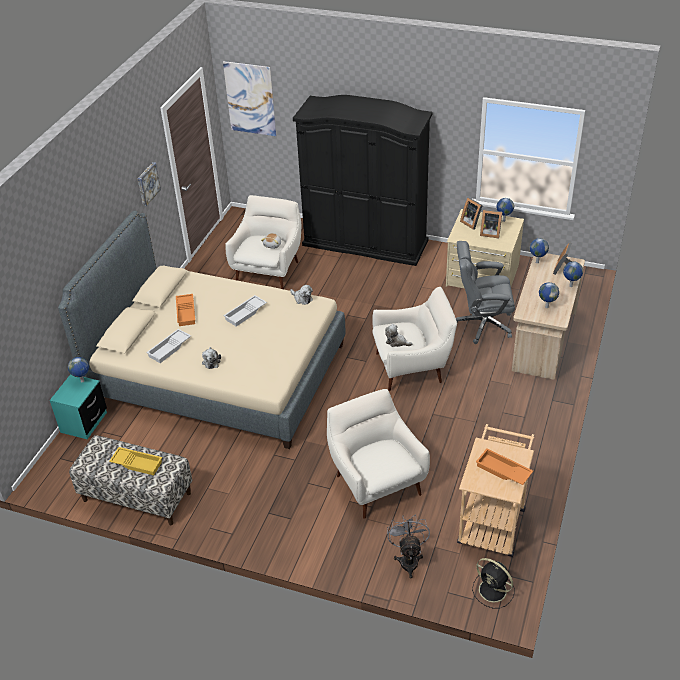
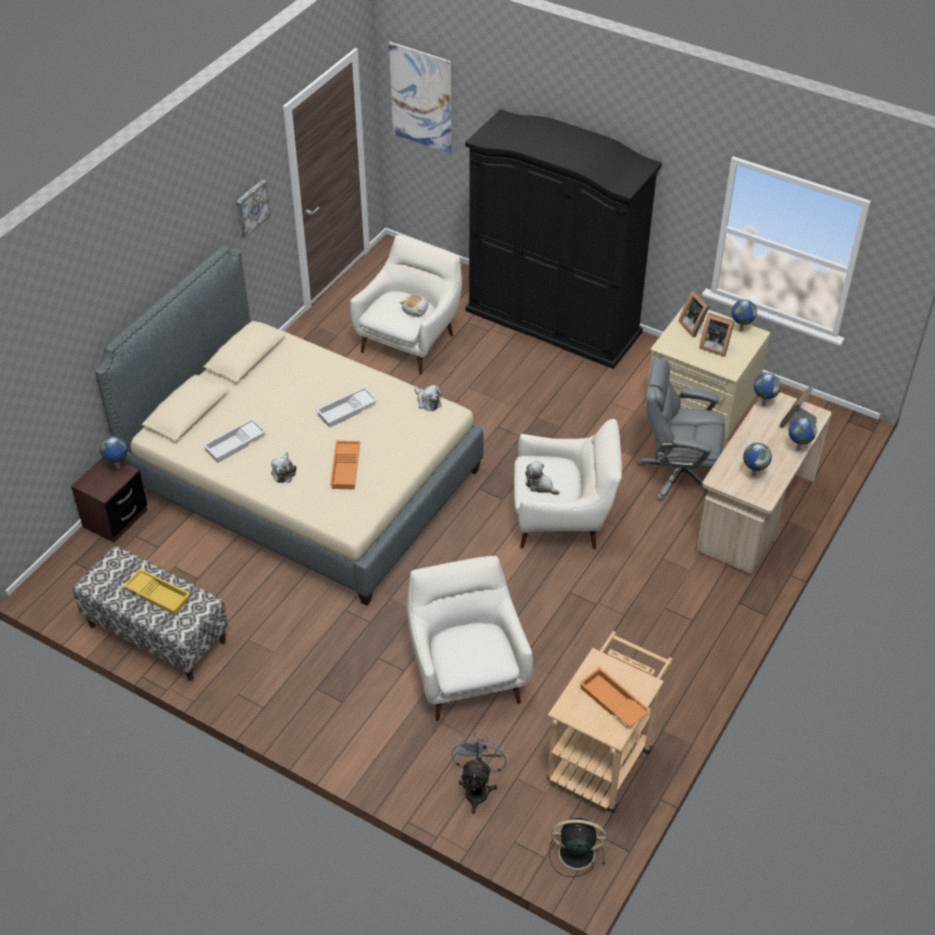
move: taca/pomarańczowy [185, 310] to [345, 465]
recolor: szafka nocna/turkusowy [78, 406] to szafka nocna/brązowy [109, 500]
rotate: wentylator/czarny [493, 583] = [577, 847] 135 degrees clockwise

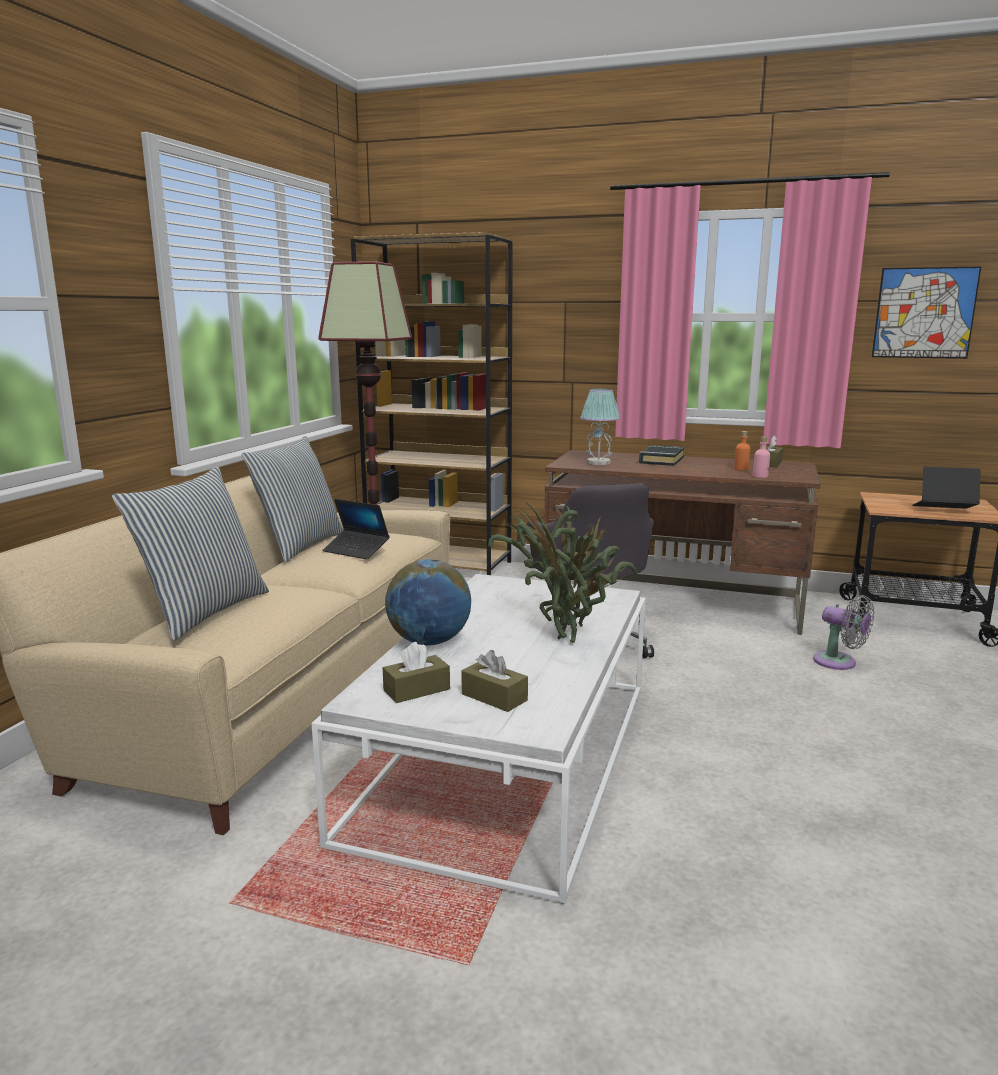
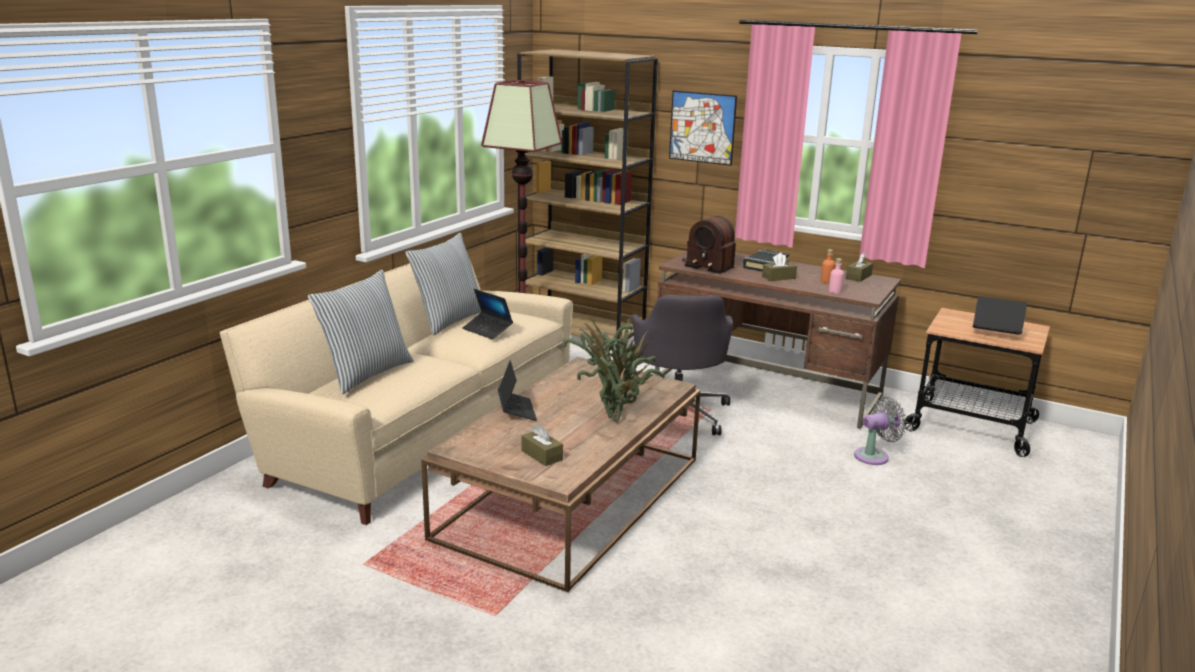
move: obraz [926, 313] to [703, 128]; pudełko chusteczek/brązowy [416, 672] to [779, 267]
replace: globus [428, 602] to laptop [517, 390]; lampa stołowa [600, 427] to radio [709, 245]
recolor: ława/biały [479, 739] to ława/brązowy [561, 475]
rotate: wentylator/szary [844, 632] = [880, 431] 75 degrees counterclockwise

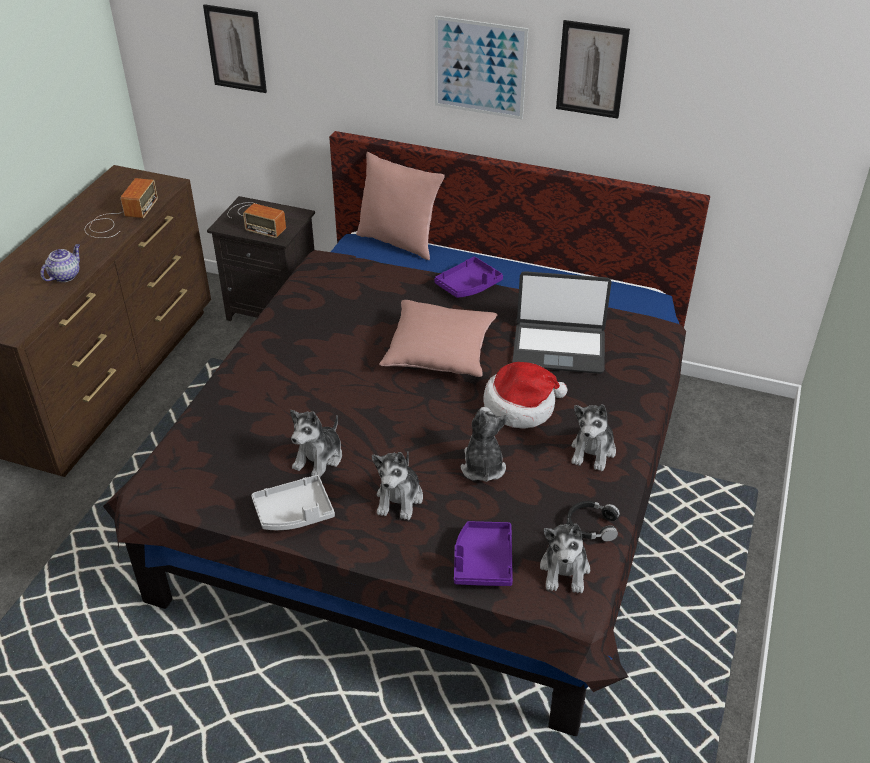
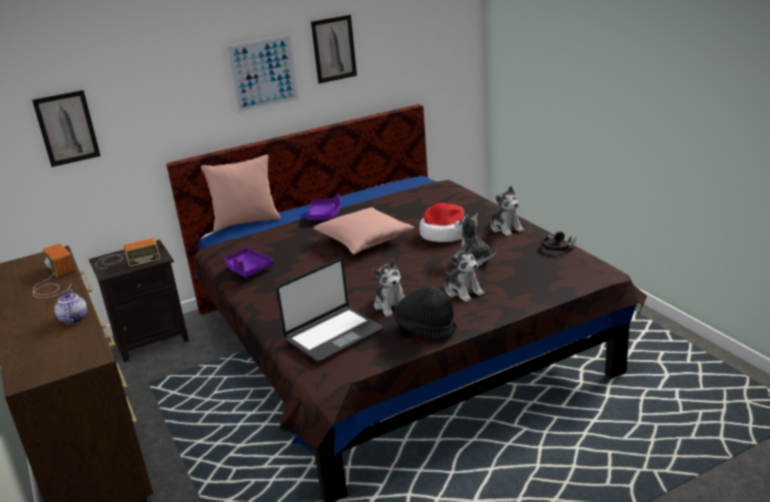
delete: pluszak [565, 555]
move: taca/fioletowy [483, 553] to [249, 263]; laptop [562, 322] to [329, 310]
replace: taca/szary [293, 502] to kapelusz/czarny [425, 312]

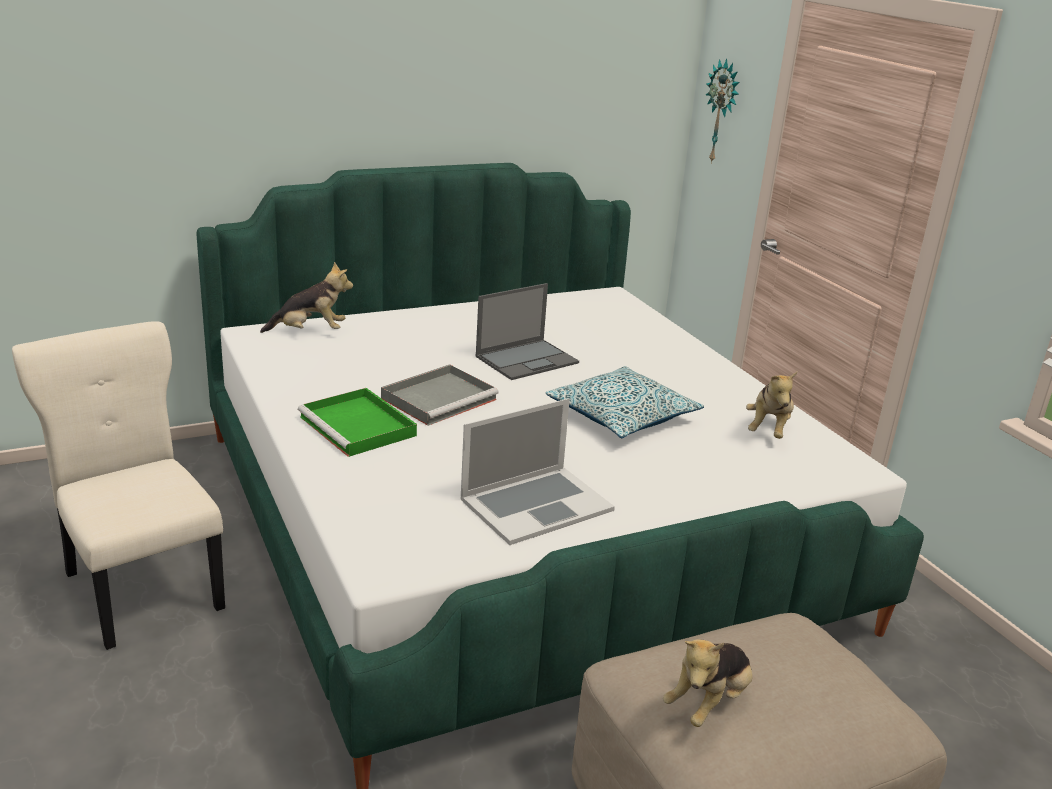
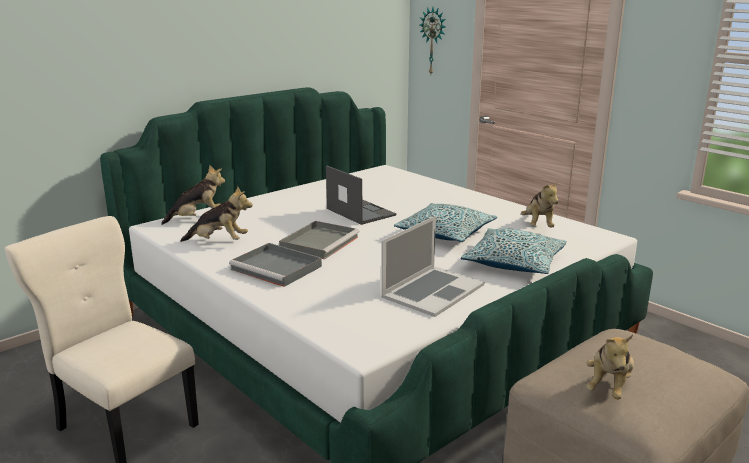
insert: pluszak [216, 214]; poduszka [514, 251]
recolor: taca/zielony [357, 422] to taca/szary [275, 265]
rotate: laptop [527, 331] = [361, 195] 75 degrees counterclockwise

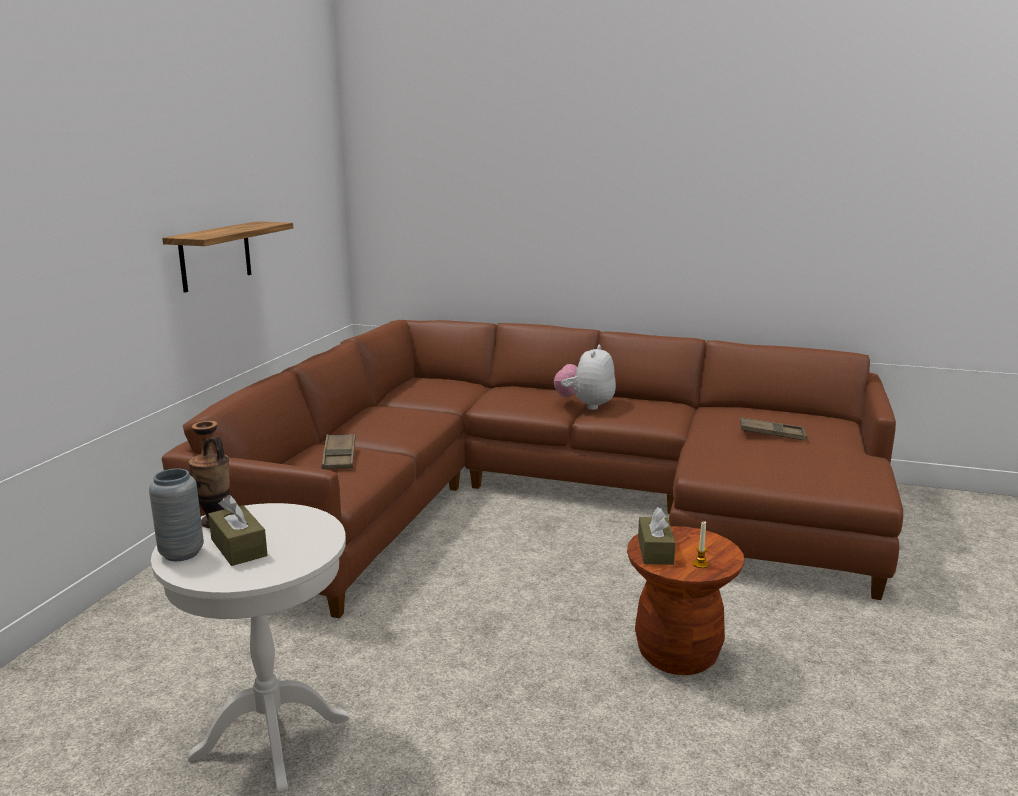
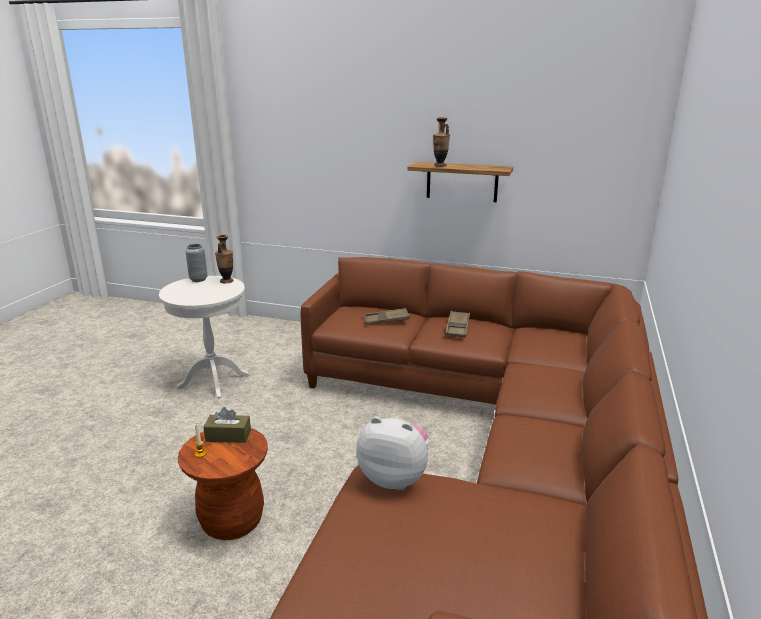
delete: pudełko chusteczek/brązowy [238, 530]
insert: wazon [441, 142]
move: pluszak [585, 377] to [393, 453]; taca/brązowy [773, 428] to [457, 324]

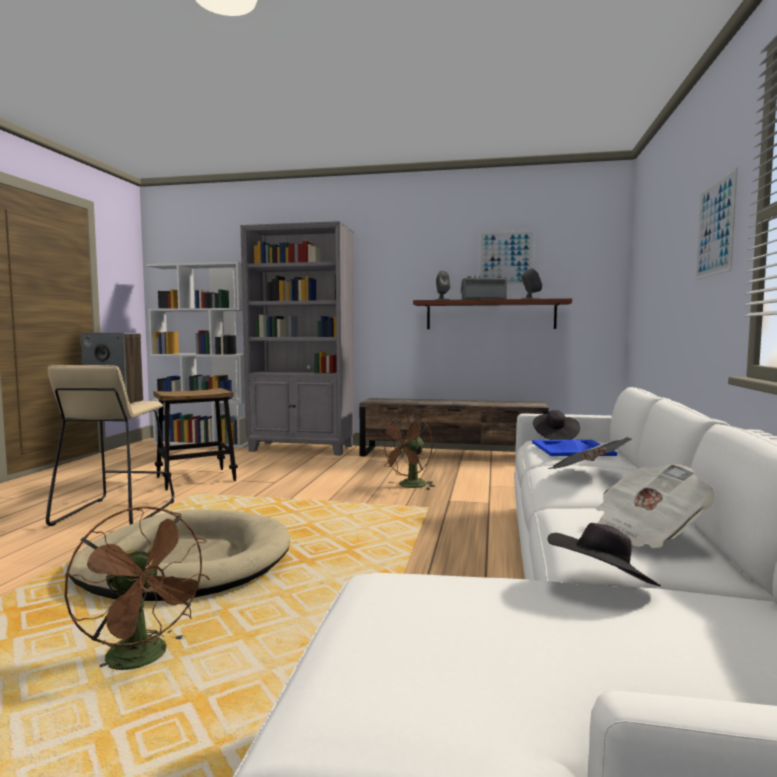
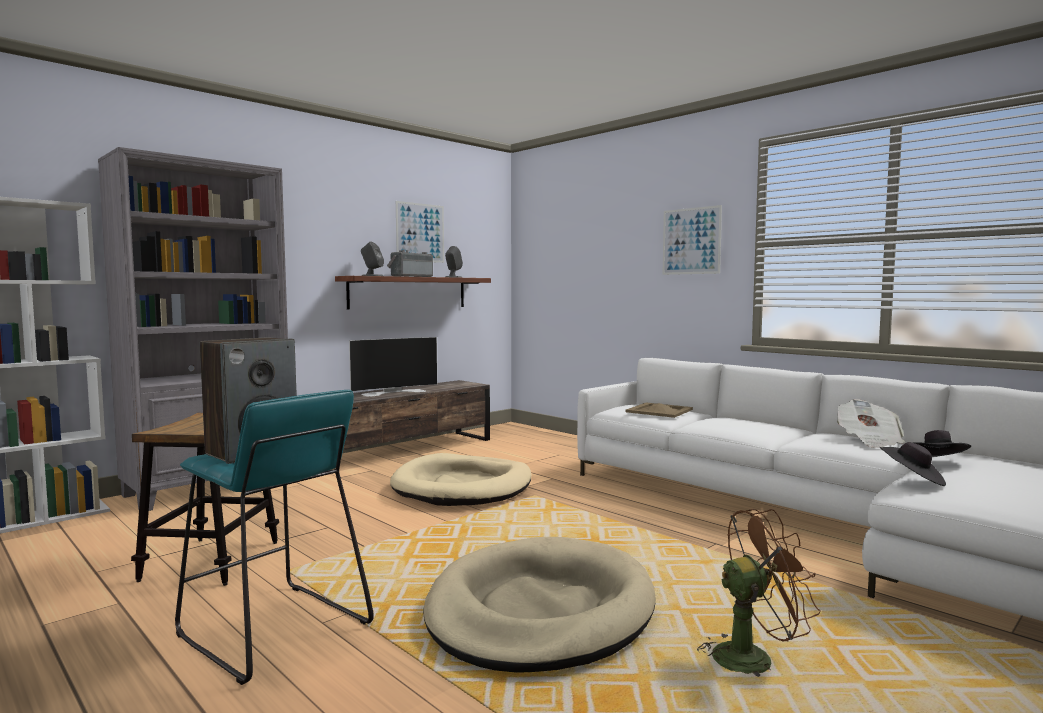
delete: gazeta [589, 453]
insert: telewizor [393, 367]
move: kapelusz/czarny [556, 425] to [913, 464]
replace: wentylator/brązowy [406, 452] to legowisko/beżowy [461, 479]
recolor: stołek/beżowy [110, 445] to stołek/turkusowy [274, 537]; taca/niebieski [574, 447] to taca/beżowy [659, 410]

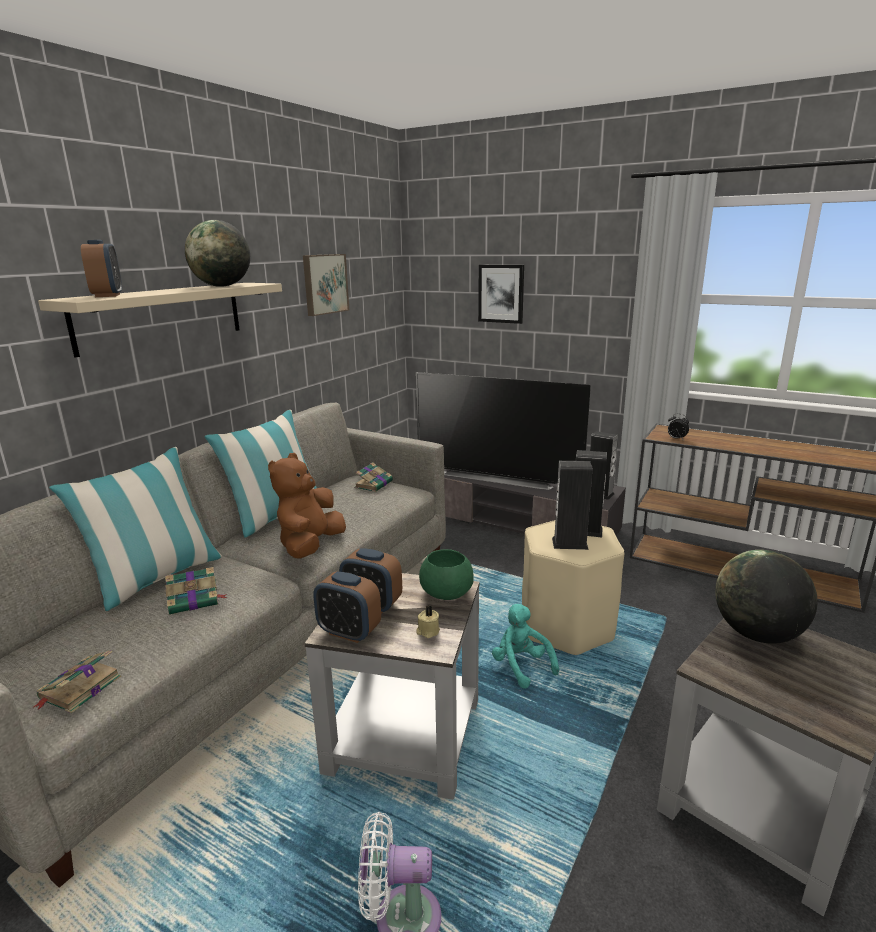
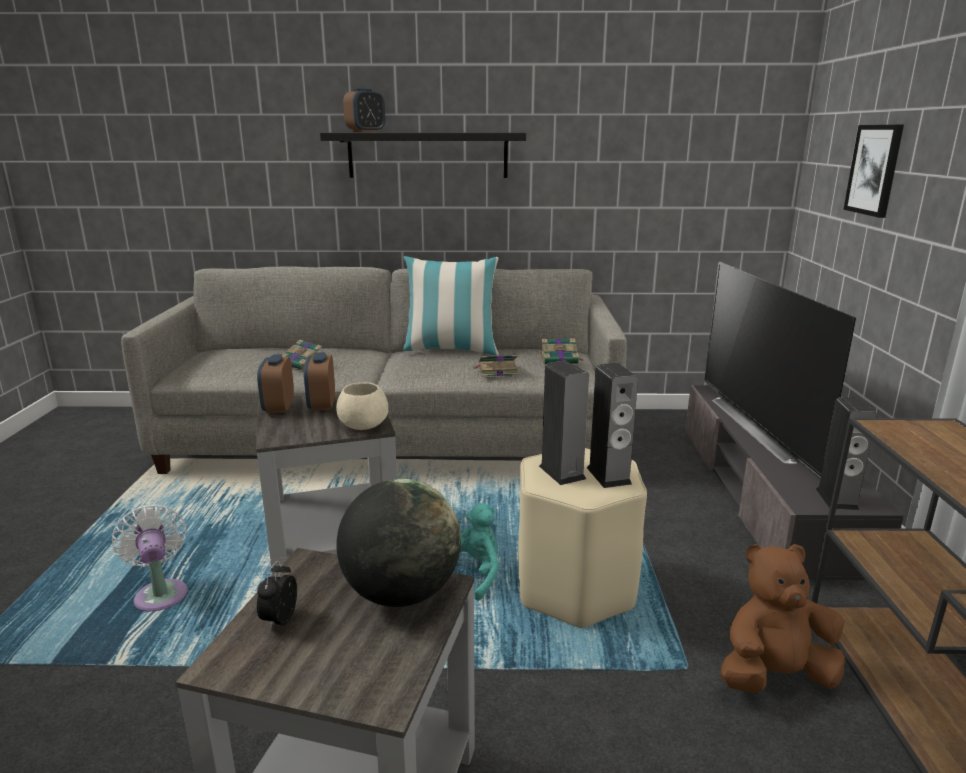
delete: poduszka [135, 529]; globus [217, 253]; obraz [326, 285]; świeca/beżowy [428, 621]
move: budzik [678, 427] to [277, 596]; książka [76, 681] to [495, 366]; pluszak/brązowy [307, 505] to [783, 618]
recolor: półka/beżowy [160, 320] to półka/czarny [423, 155]; miska/zielony [446, 574] to miska/beżowy [362, 406]

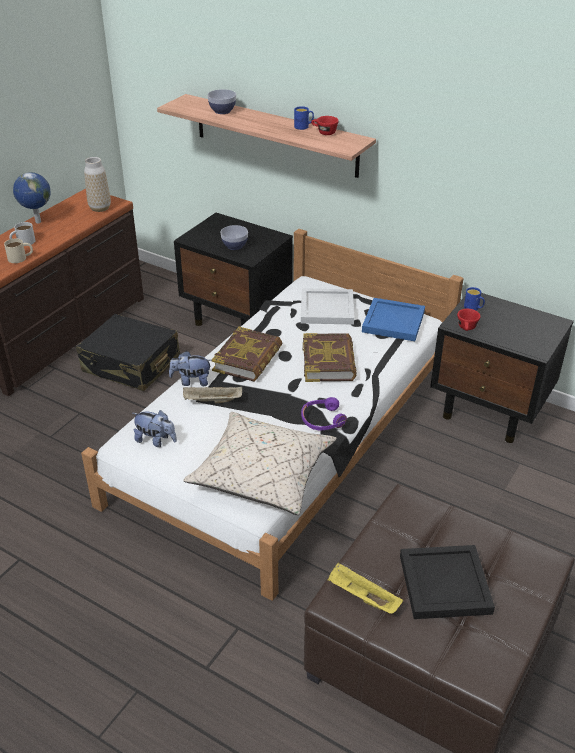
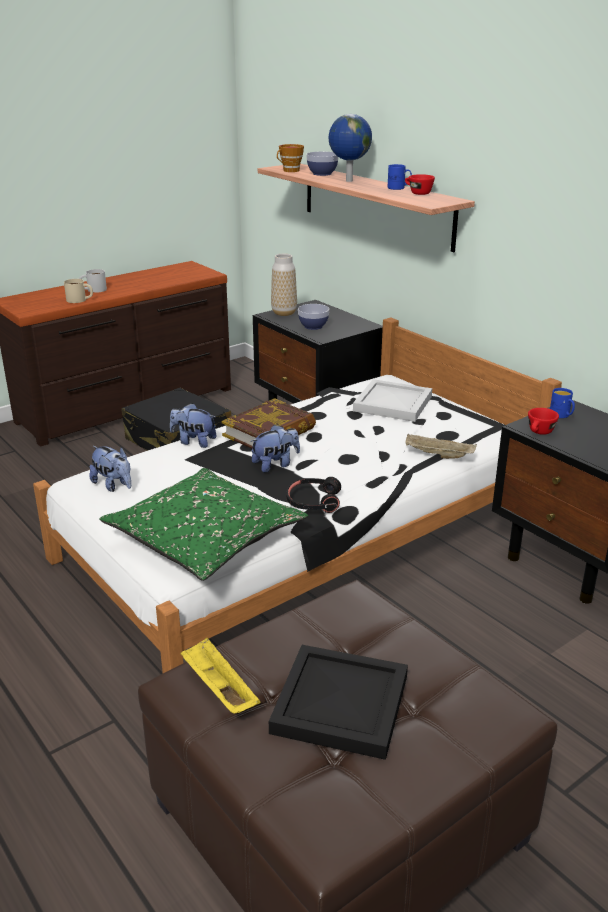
delete: książka [330, 357]; taca/niebieski [393, 319]
insert: pluszak [275, 448]; filiżanka [290, 158]
move: wazon [97, 184] to [284, 285]; globus [32, 197] to [350, 148]; taca/beżowy [212, 394] to [441, 446]
recolor: poduszka/beżowy [260, 463] to poduszka/zielony [203, 524]; słuchawki/fioletowy [324, 414] to słuchawki/czarny [313, 495]

